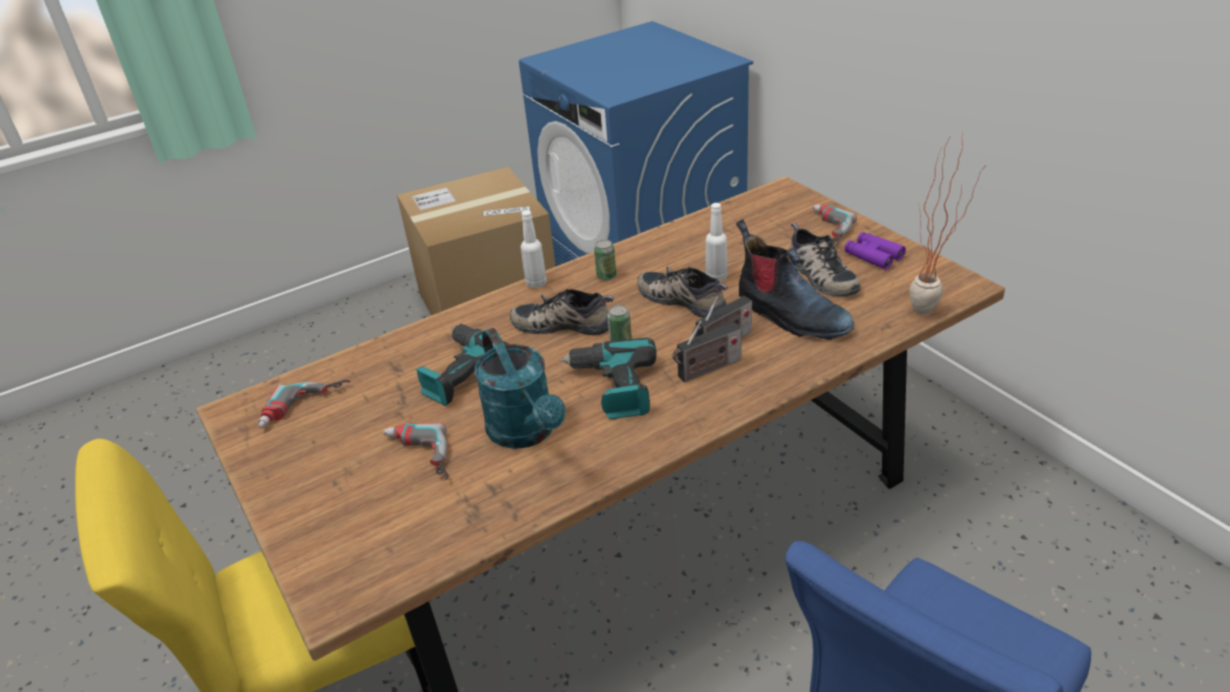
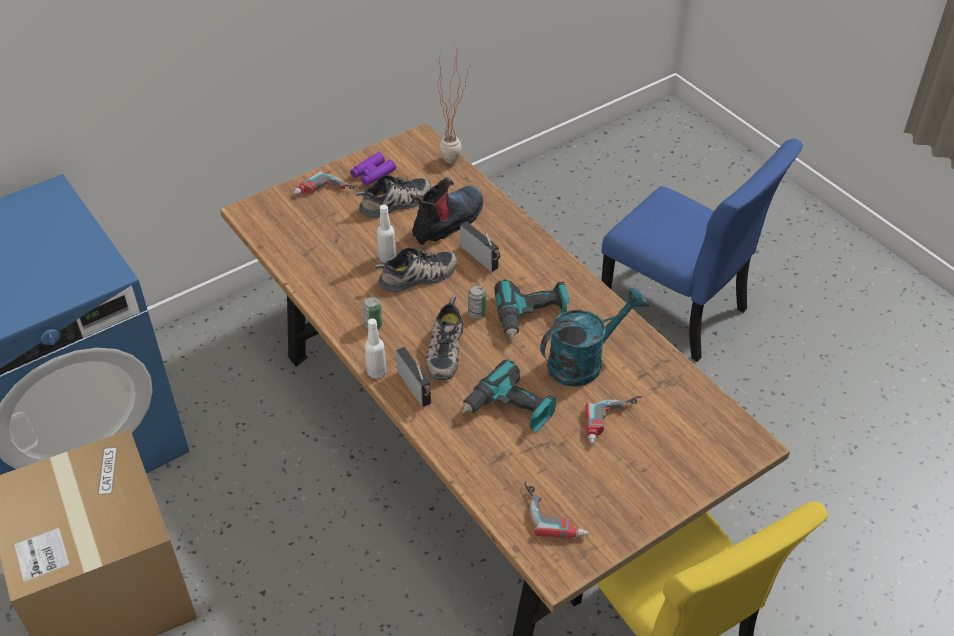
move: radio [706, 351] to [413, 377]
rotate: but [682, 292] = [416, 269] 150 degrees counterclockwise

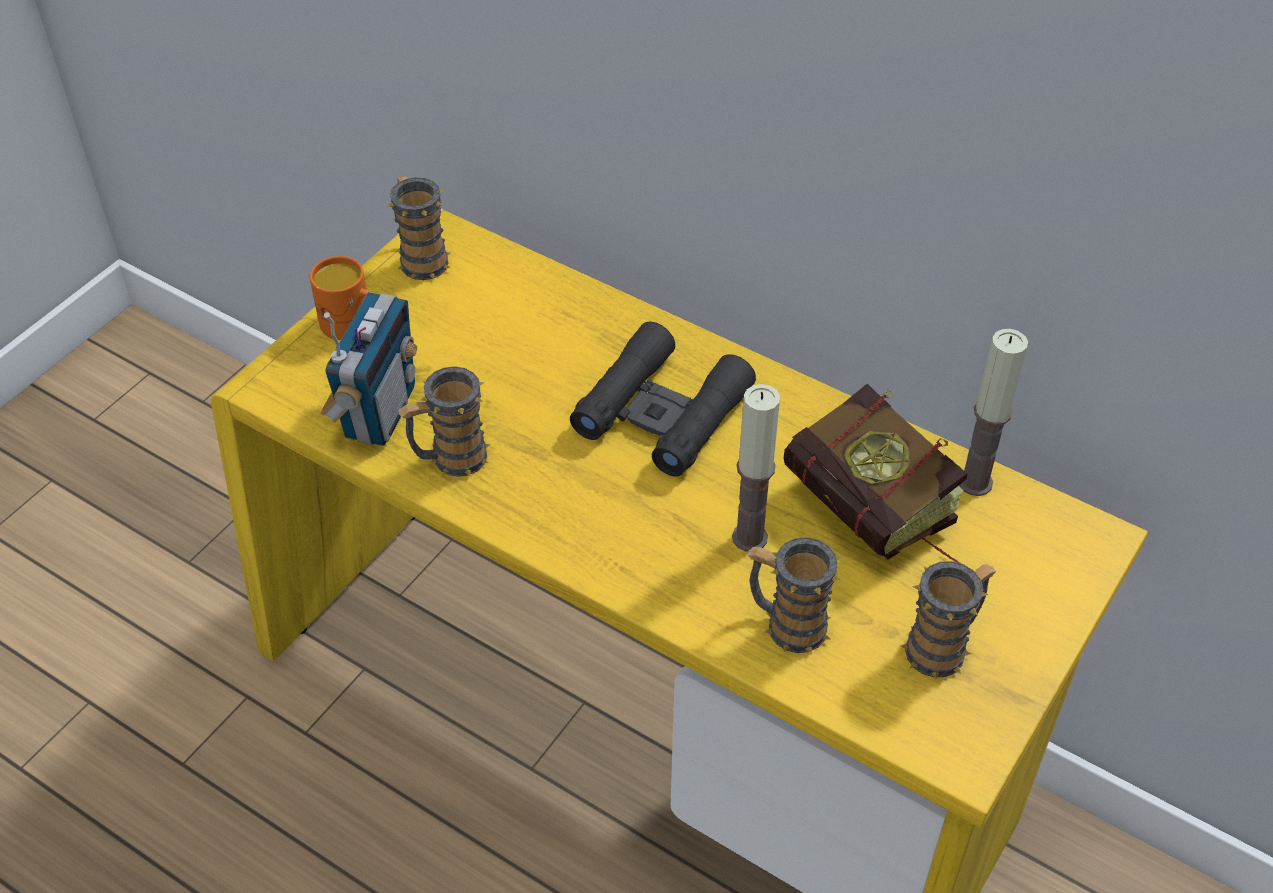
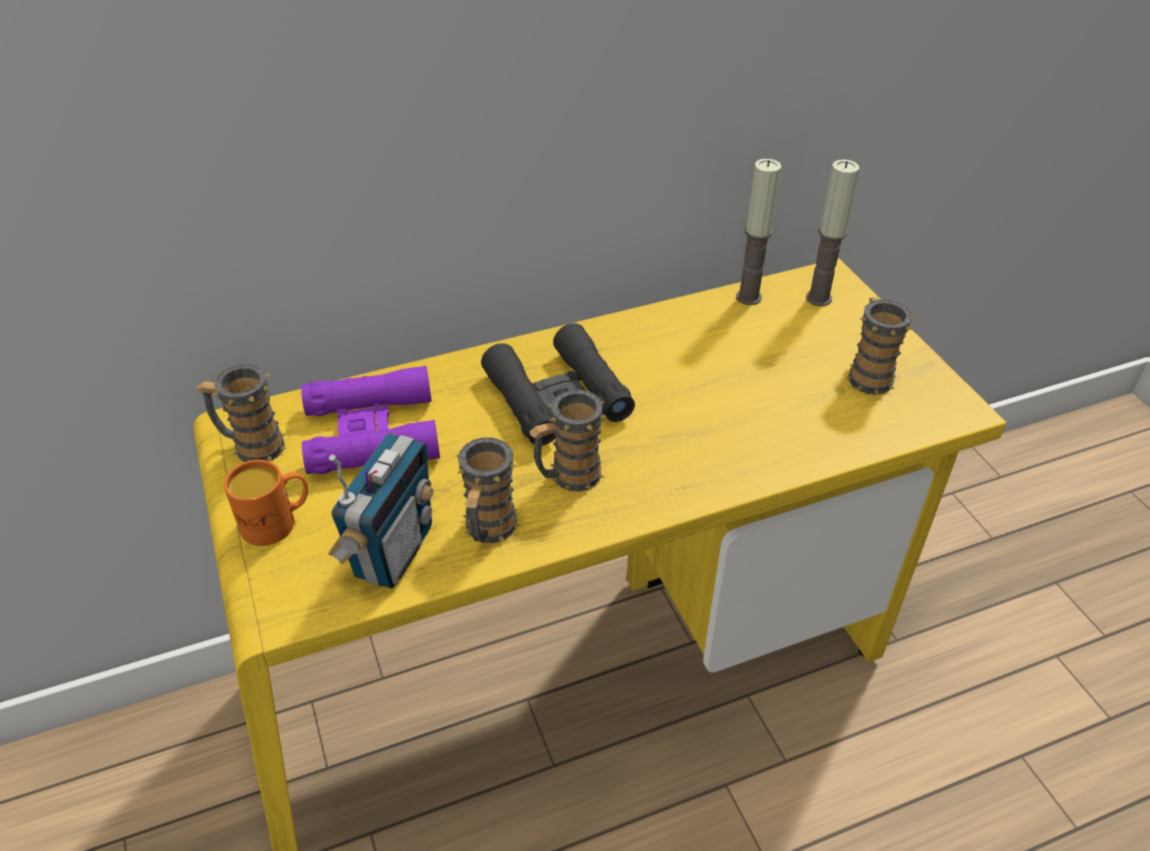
delete: książka [875, 474]
insert: lornetka/fioletowy [370, 420]
move: kubek [794, 595] to [568, 440]; świeca [756, 468] to [832, 233]
rotate: radio [369, 369] = [381, 511] 60 degrees clockwise

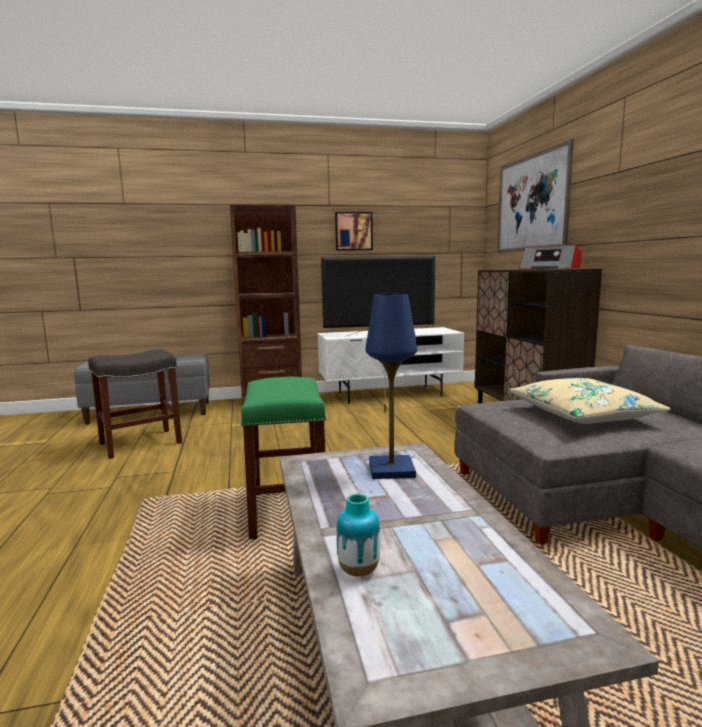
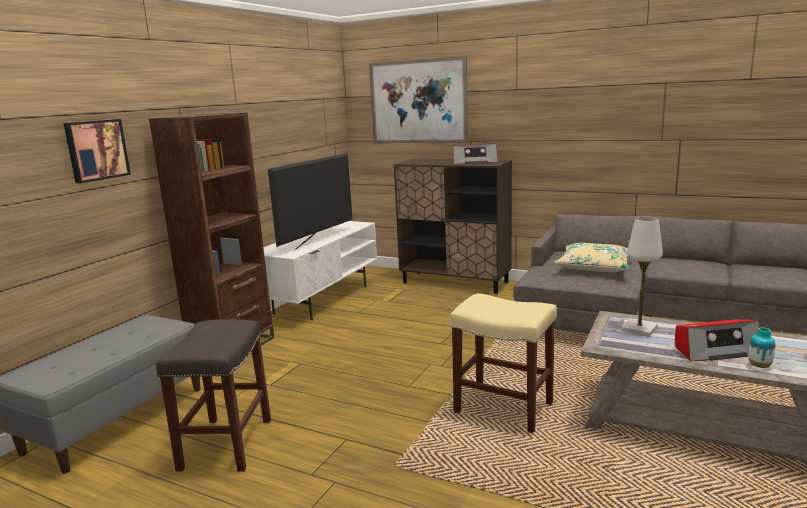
insert: radio [717, 340]
move: obraz [354, 231] to [97, 151]
recolor: stołek/zielony [283, 458] to stołek/beżowy [503, 363]; lampa stołowa/niebieski [391, 386] to lampa stołowa/biały [642, 277]

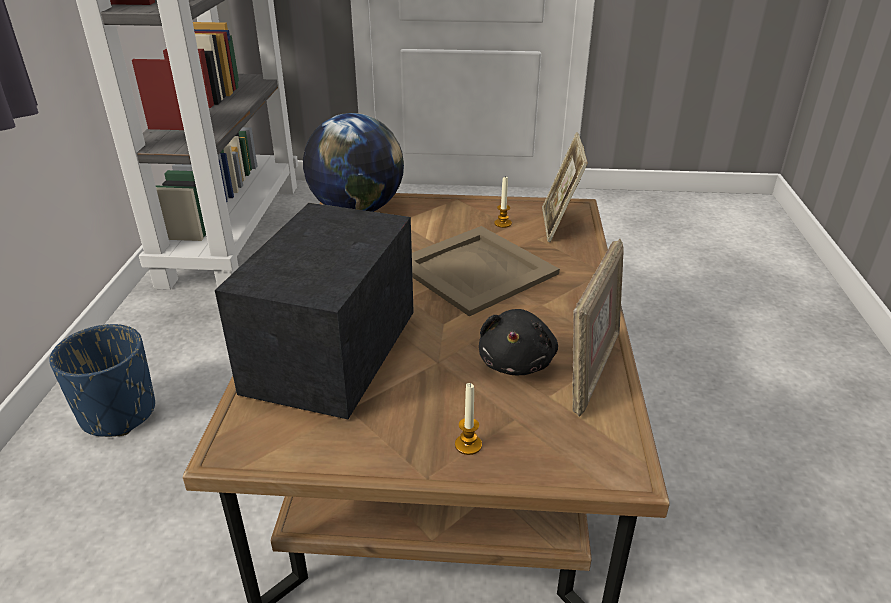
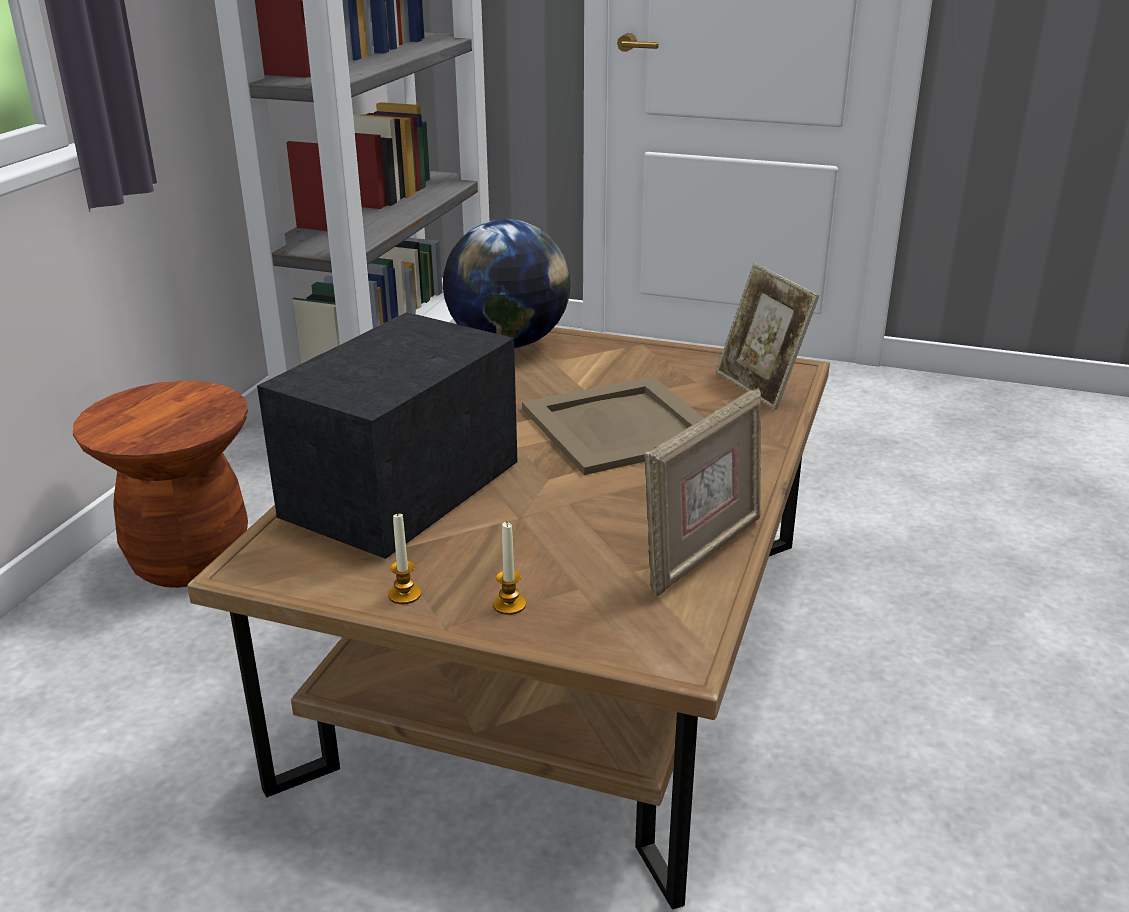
delete: pluszak/czarny [518, 342]
move: świeca [503, 202] to [404, 558]
replace: donica/niebieski [102, 380] to stołek/brązowy [160, 484]
rotate: ramka na zdjęcie [565, 187] = [767, 336] 45 degrees counterclockwise

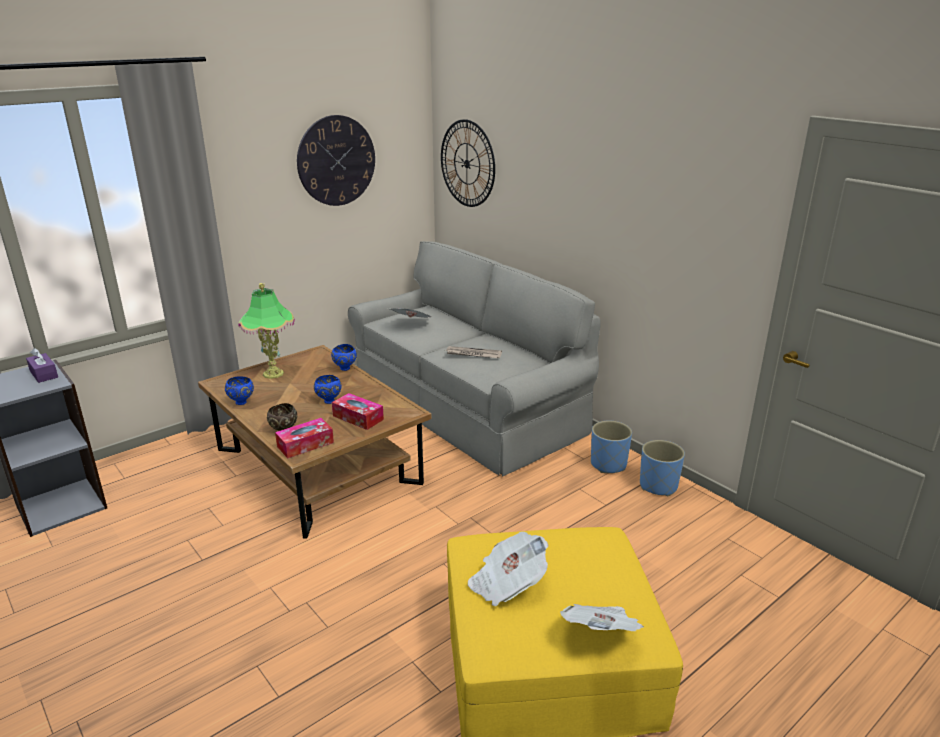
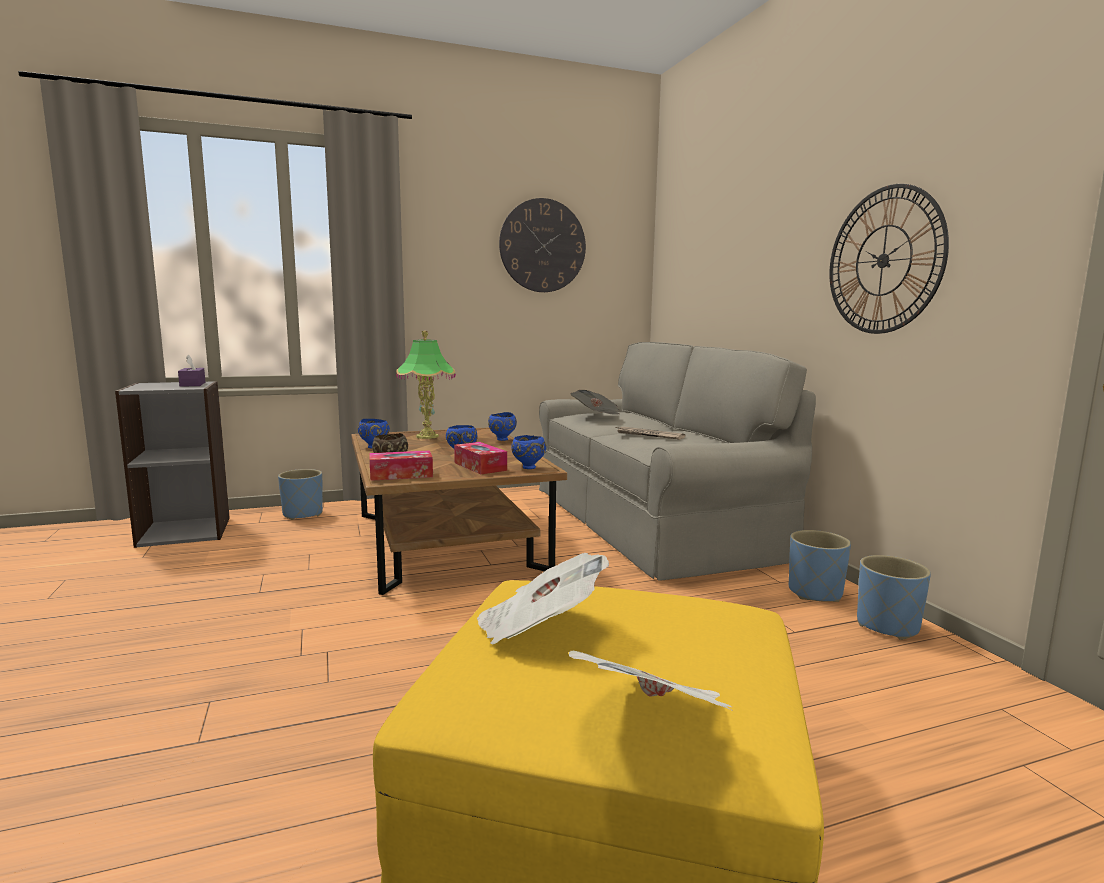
insert: donica/niebieski [300, 494]; miska/niebieski [528, 452]
move: zegar ścienny [468, 163] to [889, 259]

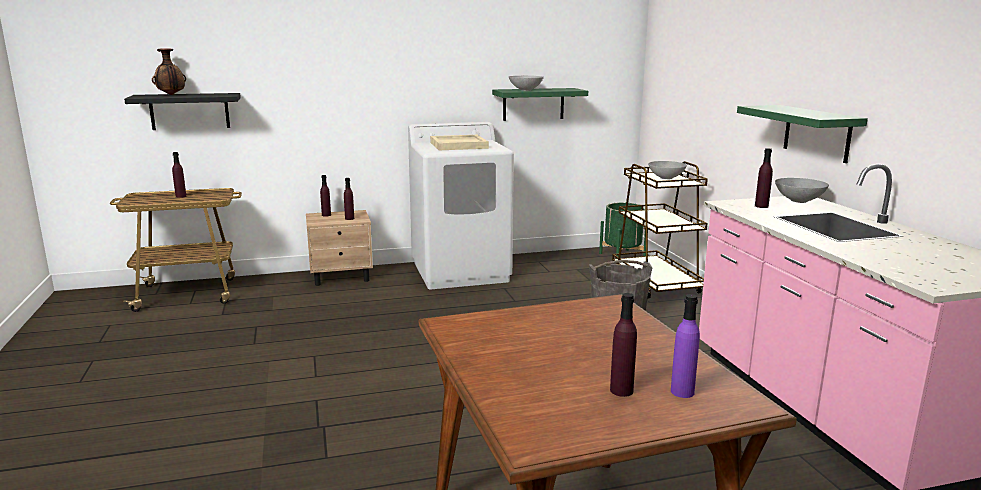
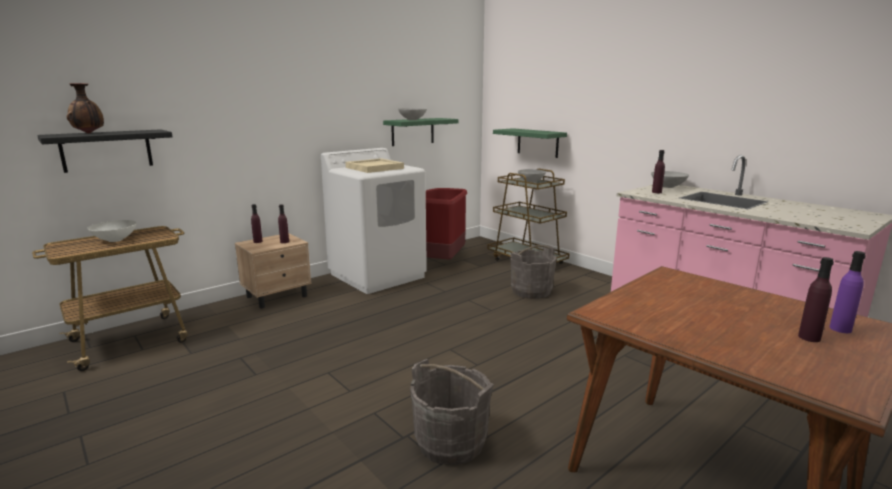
delete: donica/zielony [622, 230]
insert: wiadro/szary [452, 412]; kosz na śmieci/czerwony [446, 224]
move: półka/zielony [802, 134] to [530, 143]
replace: butelka/fioletowy [179, 175] to miska/biały [112, 231]

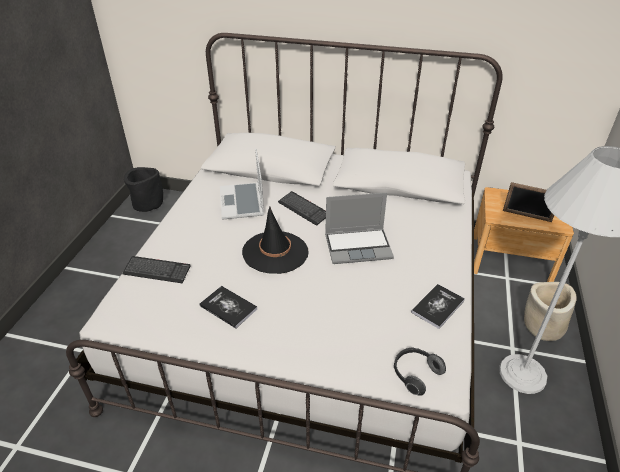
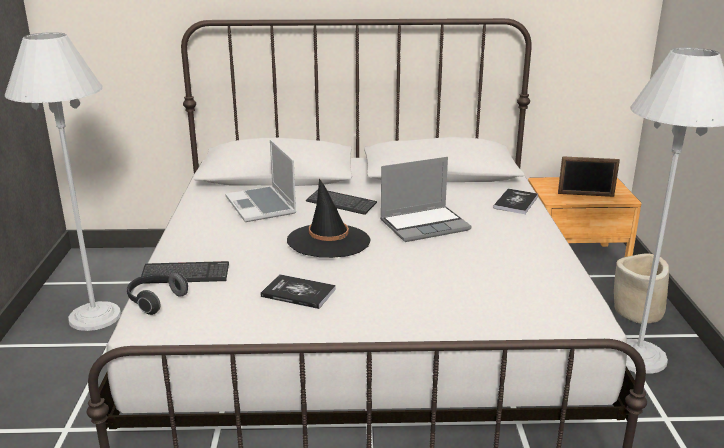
delete: donica/czarny [143, 189]
insert: lampa stojąca/biały [63, 181]
move: słuchawki [420, 371] to [157, 293]; książka [438, 306] to [515, 201]

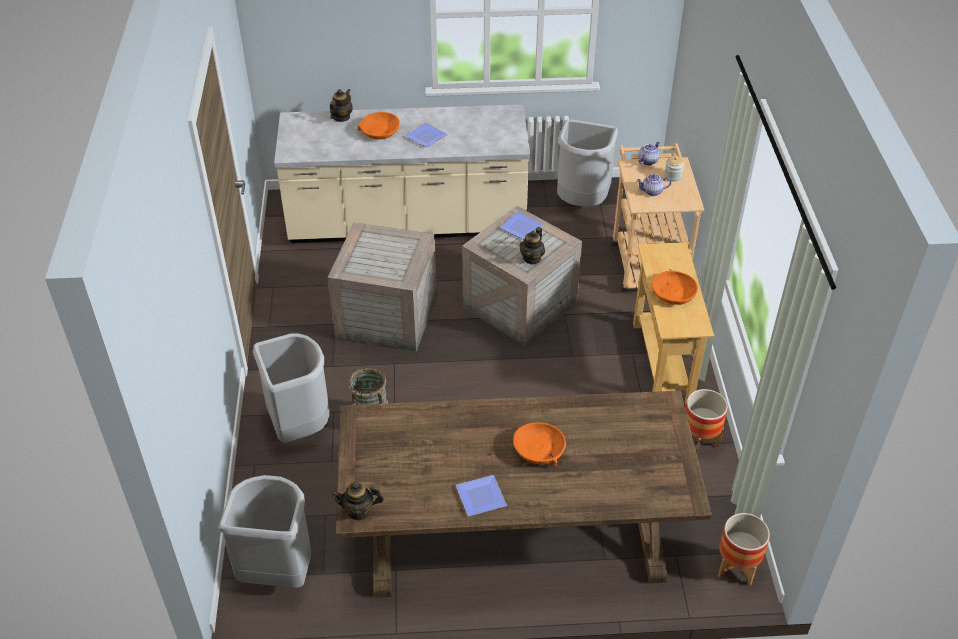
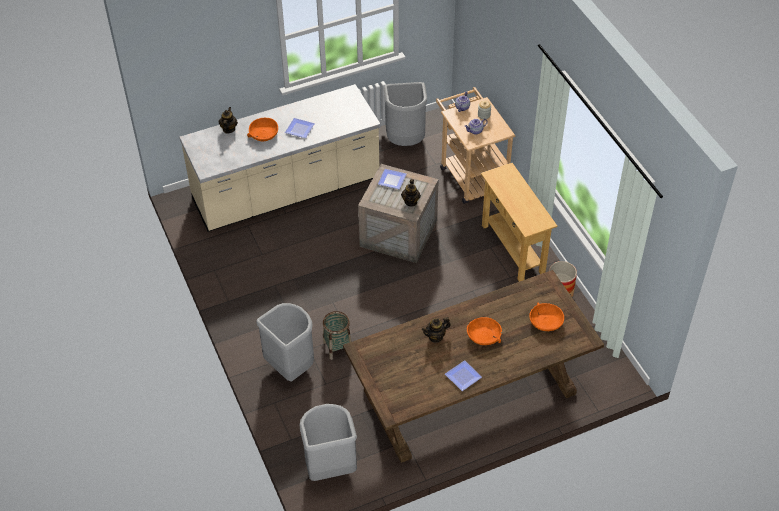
delete: skrzynka [382, 287]; donica [744, 549]
move: imbryk [357, 501] to [436, 330]; miska/pomarańczowy [675, 287] to [546, 317]

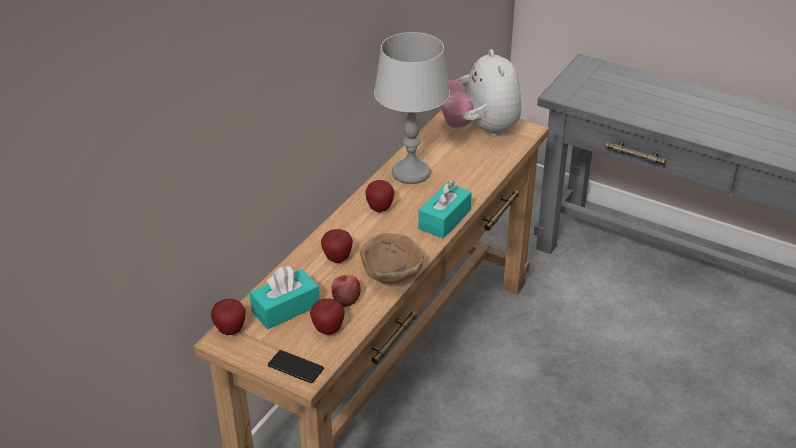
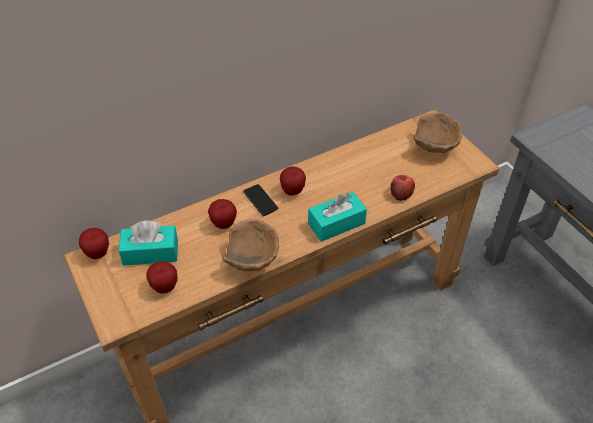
delete: lampa stołowa/szary [412, 108]
move: telefon [296, 366] to [260, 200]; jabłko [346, 291] to [402, 188]
replace: pluszak [481, 92] to miska/brązowy [438, 133]

